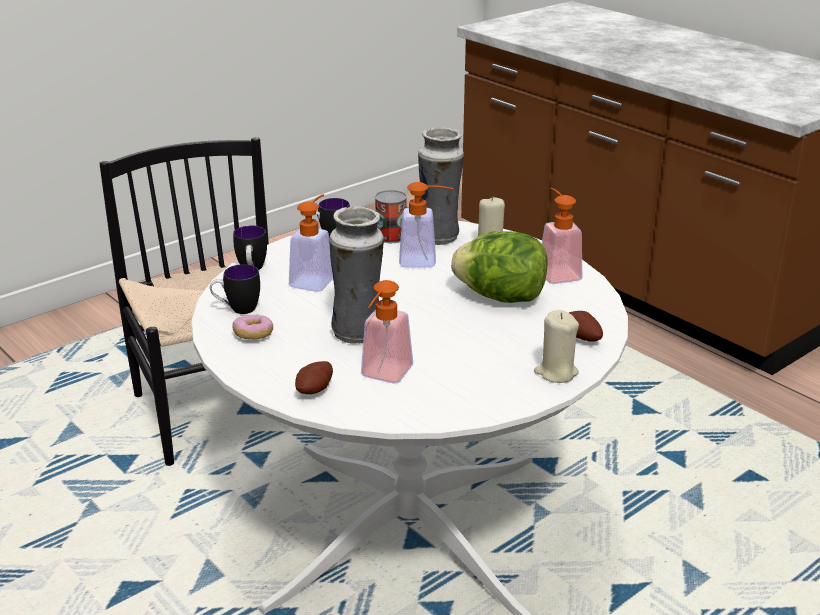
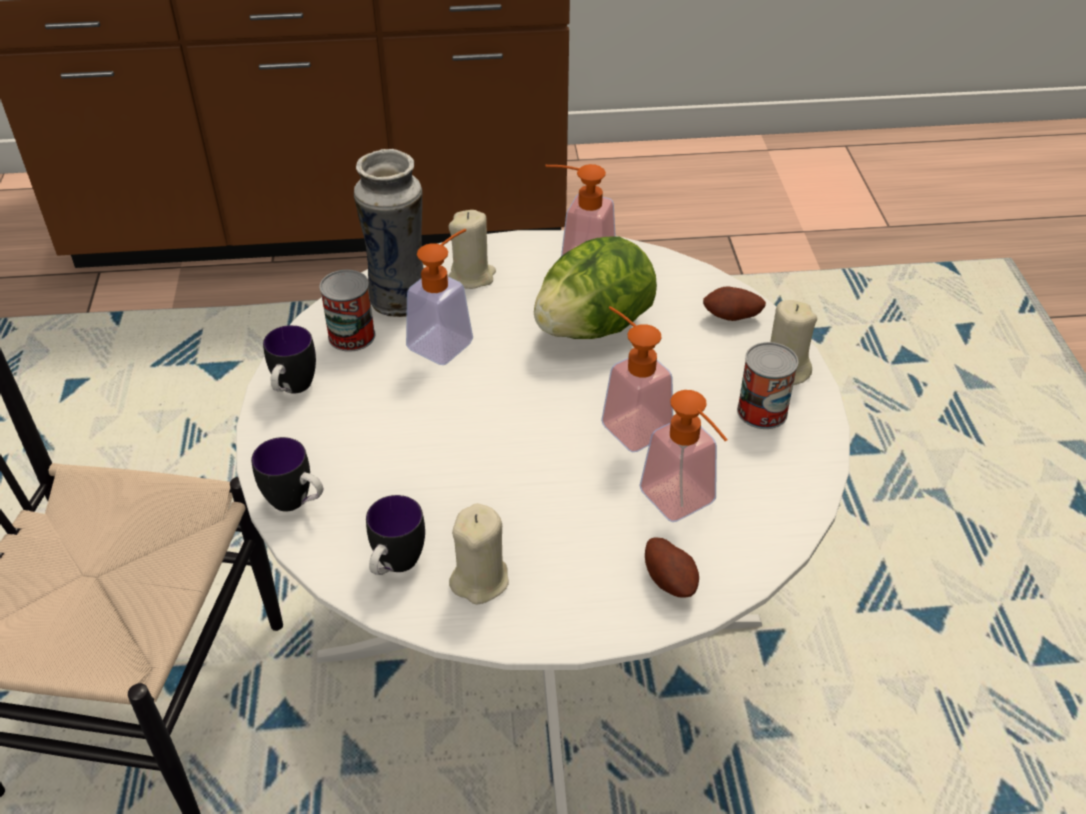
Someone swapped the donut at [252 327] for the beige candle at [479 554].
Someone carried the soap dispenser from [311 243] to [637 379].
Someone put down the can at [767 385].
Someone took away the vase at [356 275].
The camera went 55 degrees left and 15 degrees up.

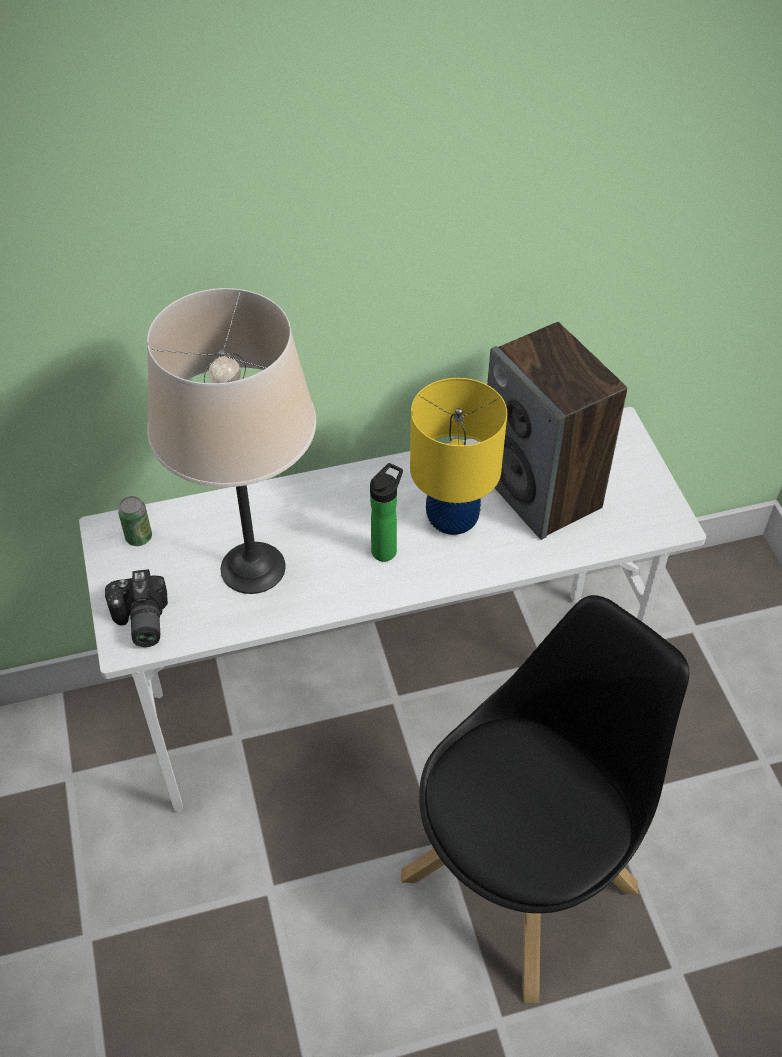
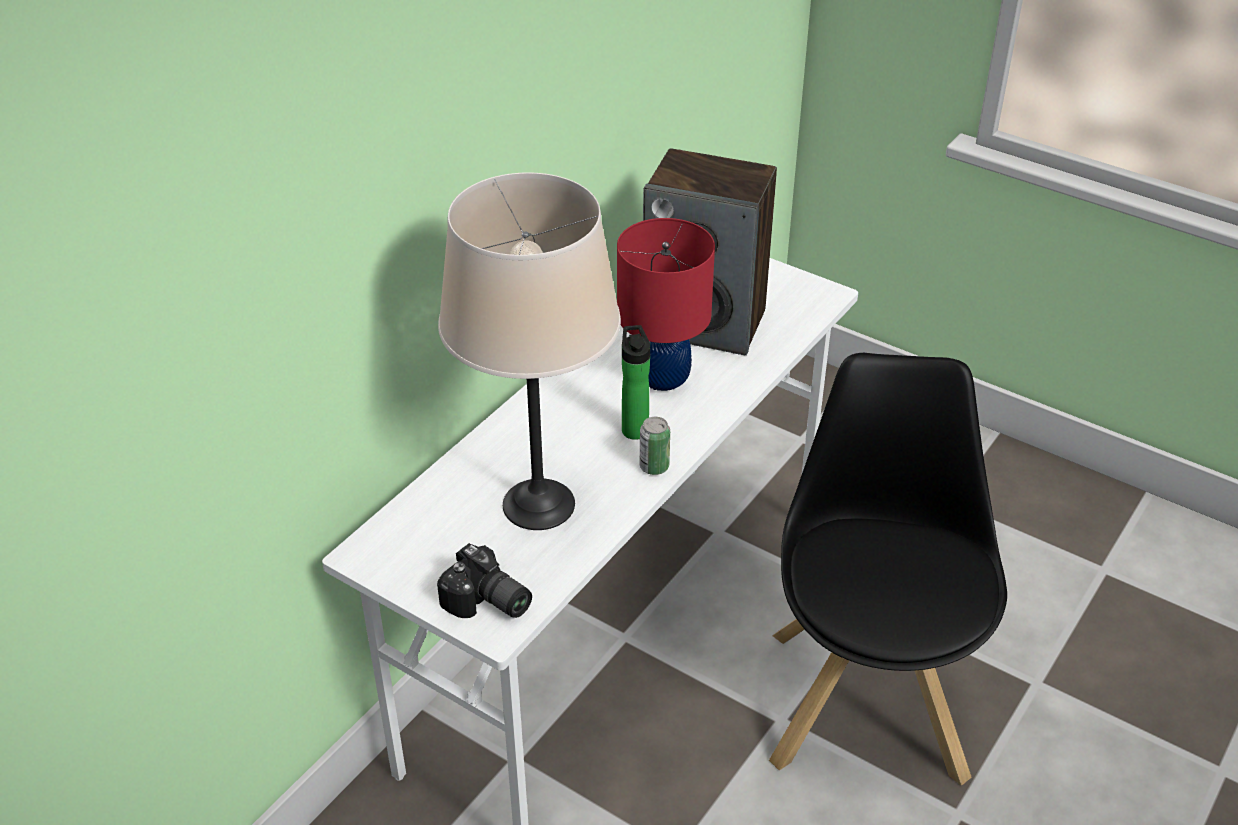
Someone repainted the yellow table lamp at [458 456], which became the red table lamp at [666 304].
Someone carried the can from [135 521] to [655 446].
The camera went 40 degrees left and 10 degrees down.

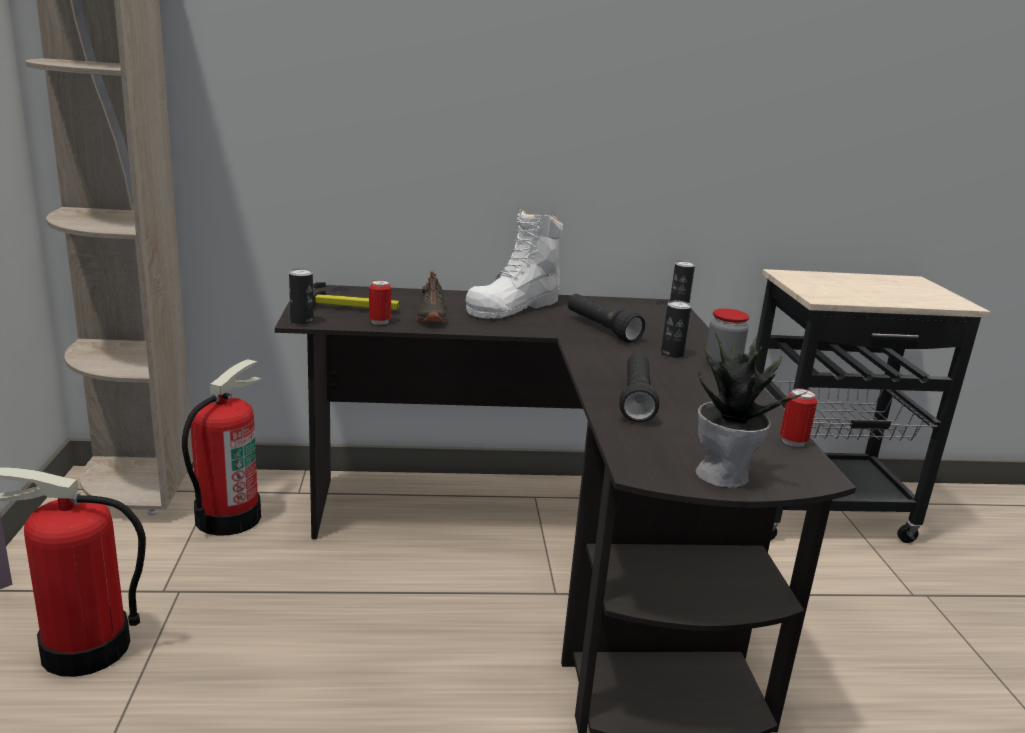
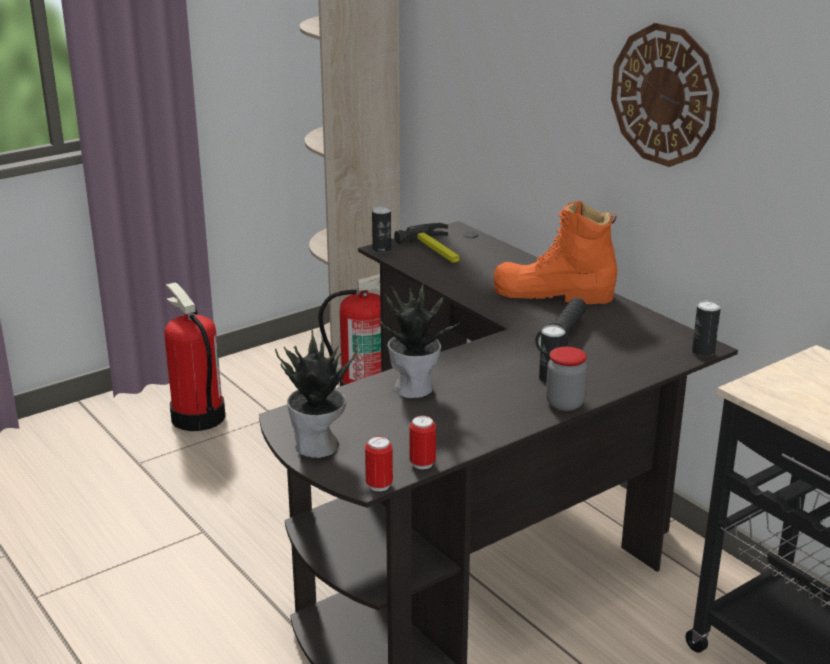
Someone carried the can from [380 302] to [379 463].
Someone swapped the black flashlight at [639 387] for the potted plant at [420 339].
Someone repainted the white boot at [514 264], which became the orange boot at [555 252].
Someone put up the wall clock at [665 95].
Someone took away the black shoe at [431 295].
The camera went 60 degrees right and 5 degrees up.

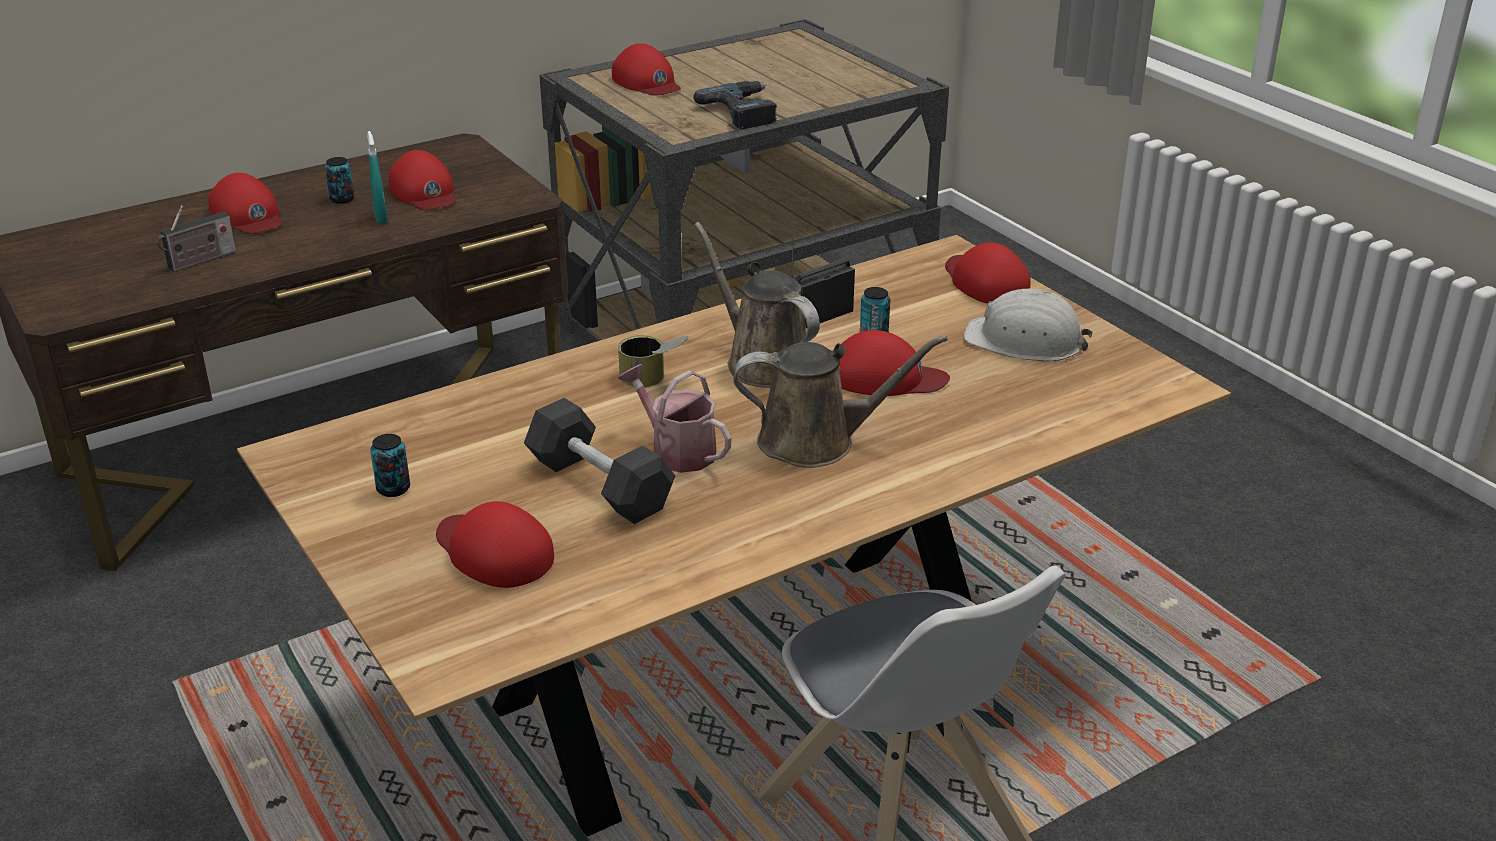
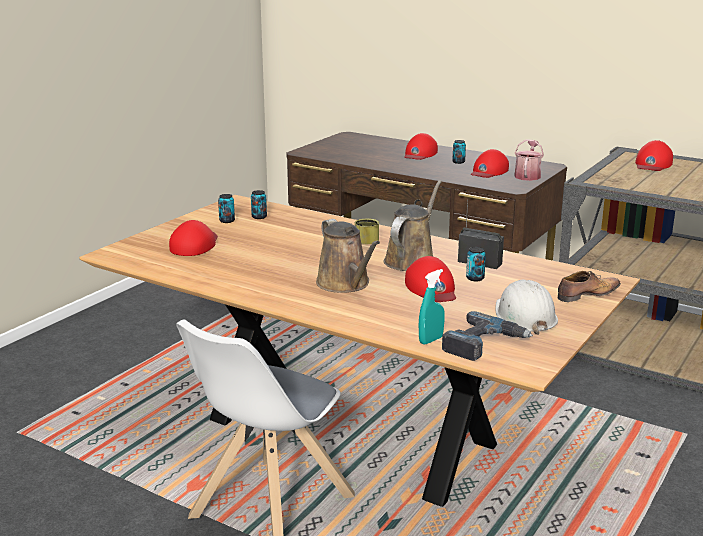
Someone put down the can at [259 204].
Someone carried the turquoise spray bottle from [377 177] to [432 306].
Someone carried the power drill from [735 105] to [487 336].
Someone carried the watering can from [675 418] to [529 160].
Someone swapped the red cap at [988 272] for the shoe at [589 286].
Someone took away the radio at [196 238].
Someone took away the grey dumbbell at [599 461].
The camera went 65 degrees right and 10 degrees down.

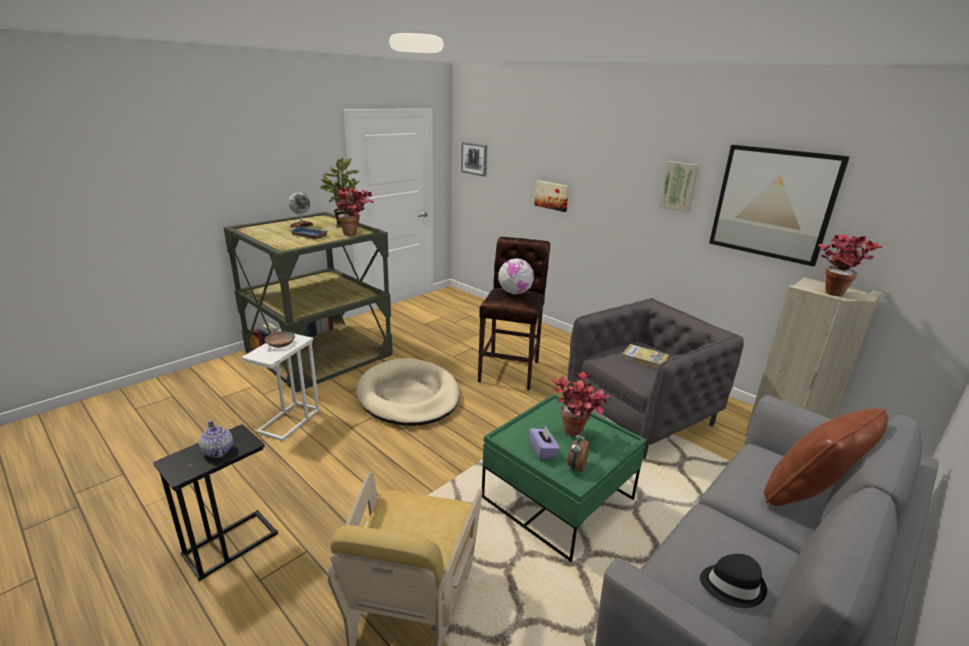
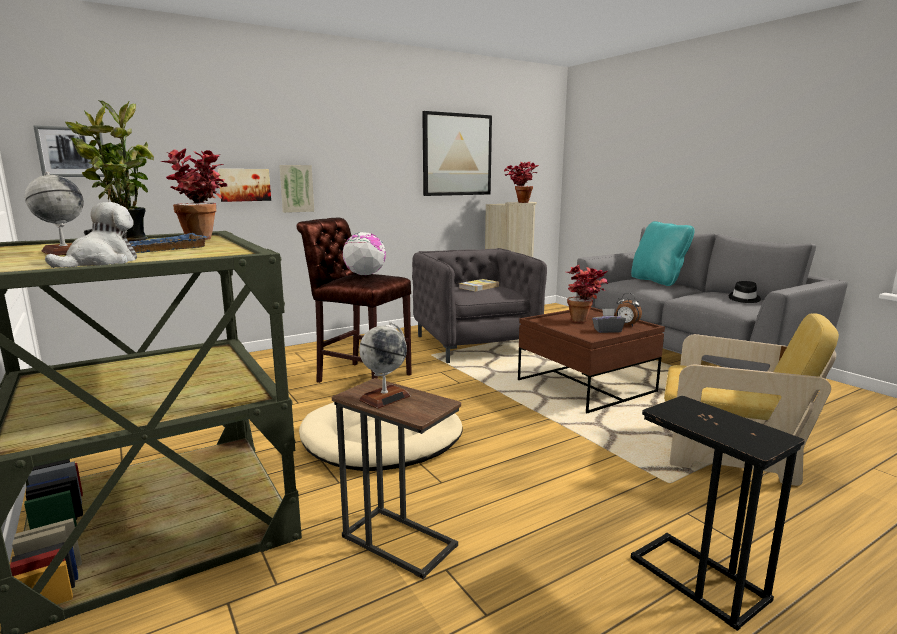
Someone put down the plush toy at [91 235].
Someone carried the picture from [679 187] to [296 189].
Someone repainted the white side table at [280 387], which became the brown side table at [396 478].
Someone swapped the brown bowl at [280 340] for the globe at [384 365].
Someone repainted the green coffee table at [564 478], which became the brown coffee table at [591 360].
Someone repainted the purple tissue box at [544 443], which became the grey tissue box at [609 320].
Someone repainted the brown pillow at [826 457], which became the turquoise pillow at [663 253].
Someone took away the teapot at [216 439].
The camera went 75 degrees left and 10 degrees down.

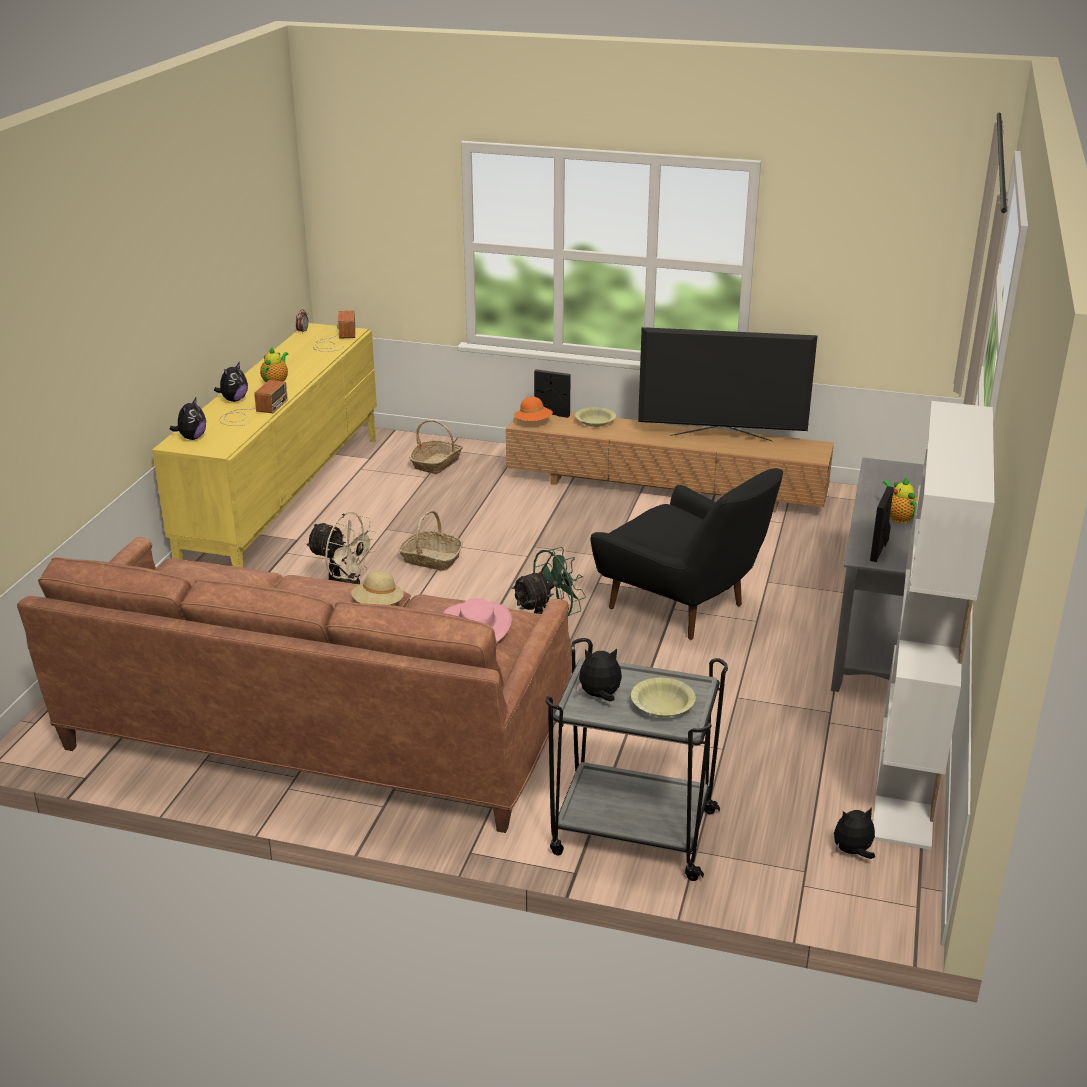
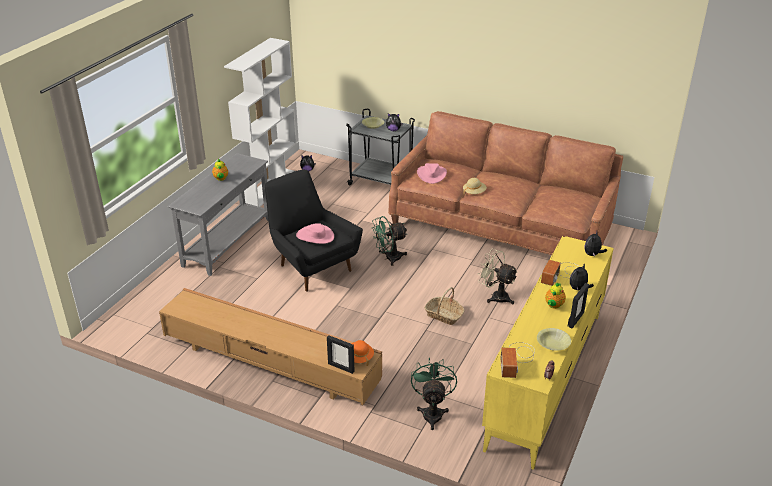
Someone put down the pink hat at [315 233].
Someone swapped the basket at [436 447] for the green fan at [434 394].
Someone carried the yellow bowl from [595 417] to [554 339].
Someone carried the picture frame from [882 524] to [578 306].
Someone took away the television at [728 384].
The camera went 170 degrees left and 5 degrees up.

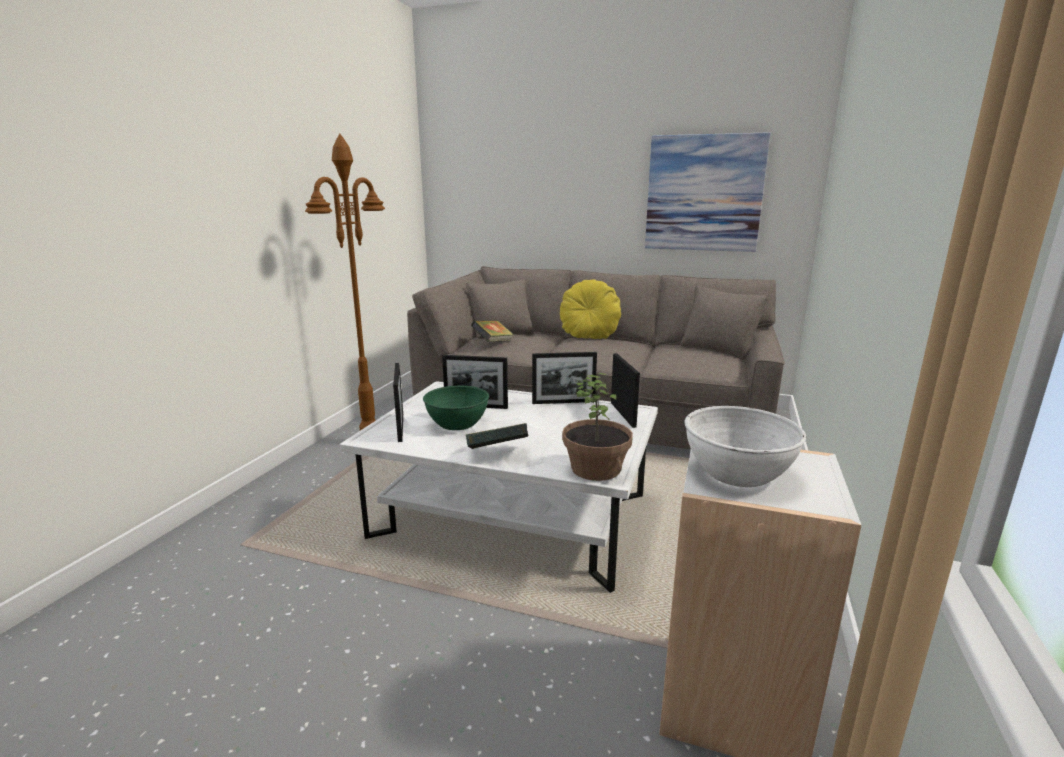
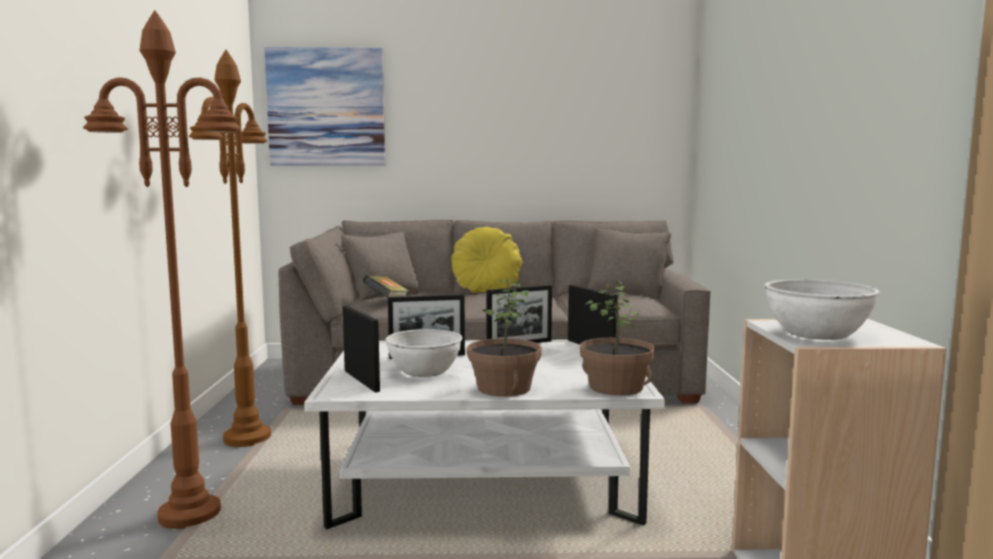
Someone put down the brown floor lamp at [162 269].
Someone carried the picture from [707 192] to [324 106].
Someone repainted the green bowl at [456 407], which became the white bowl at [424 353].
Someone swapped the book at [497 436] for the potted plant at [504 338].
The camera went 20 degrees left and 10 degrees down.

